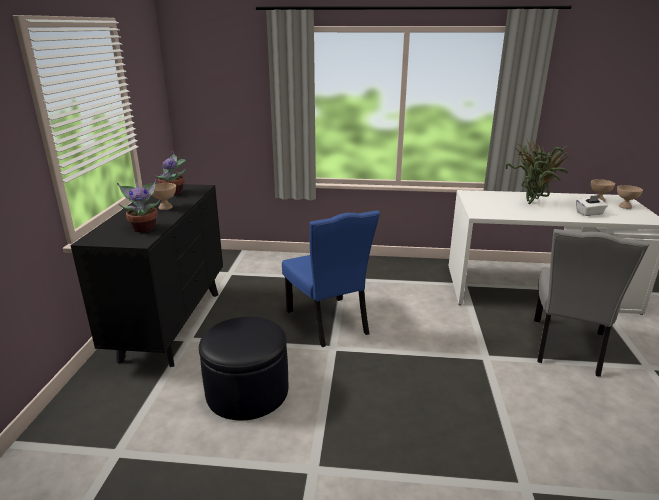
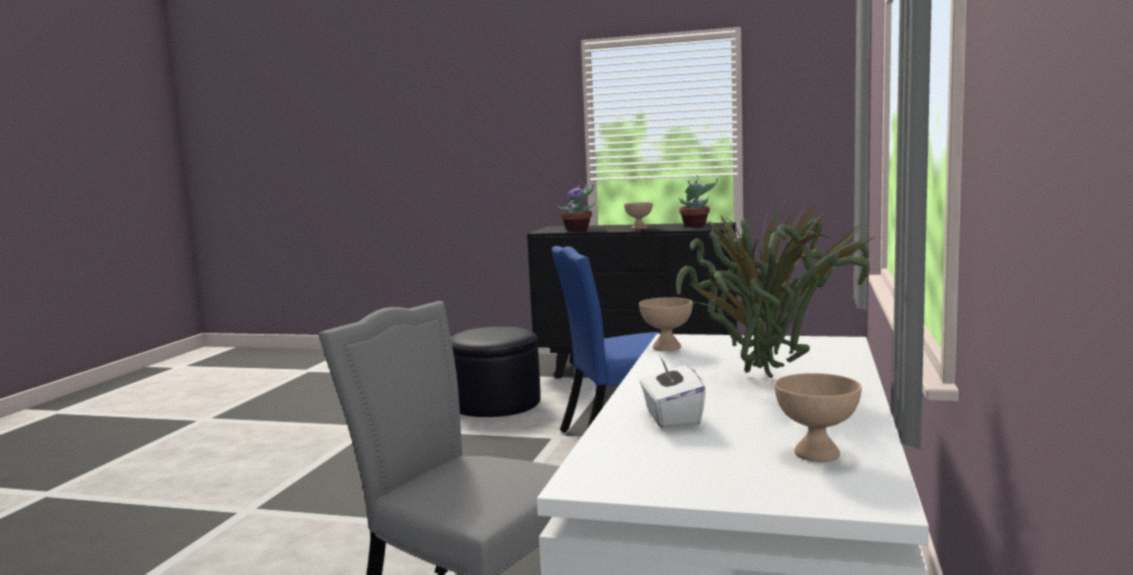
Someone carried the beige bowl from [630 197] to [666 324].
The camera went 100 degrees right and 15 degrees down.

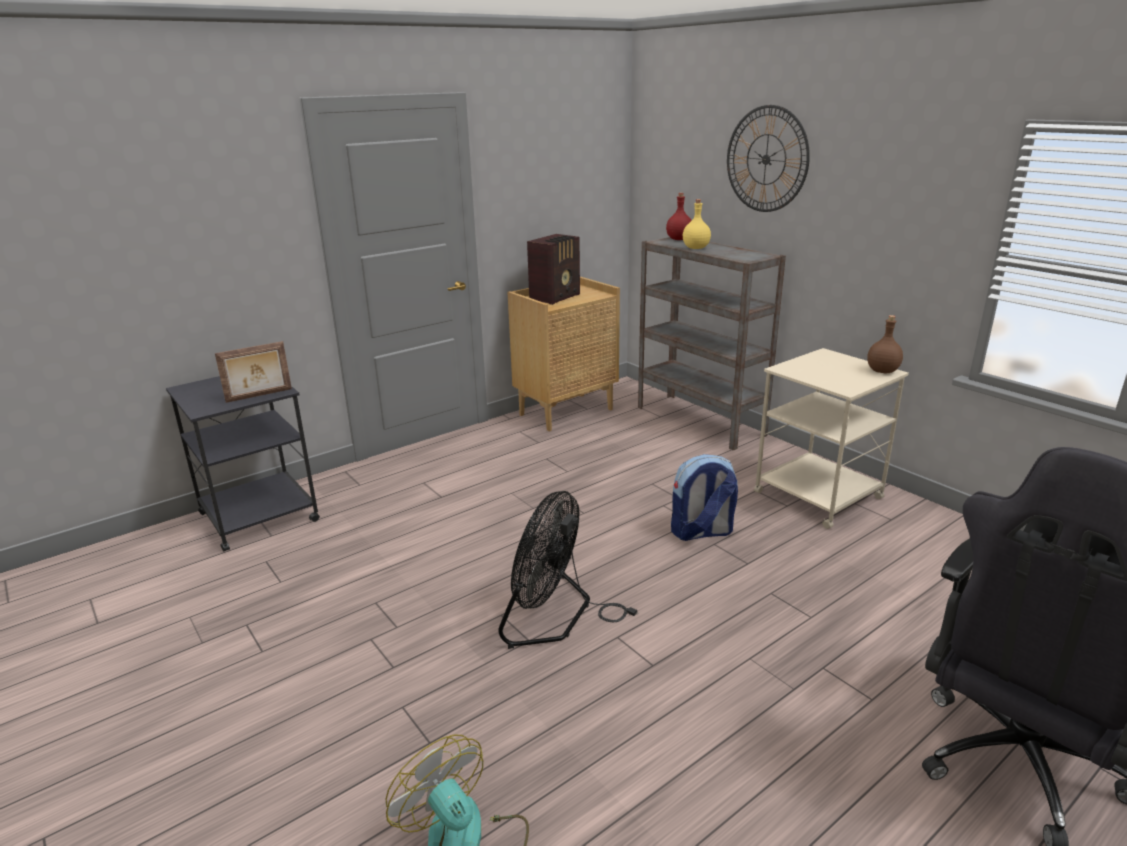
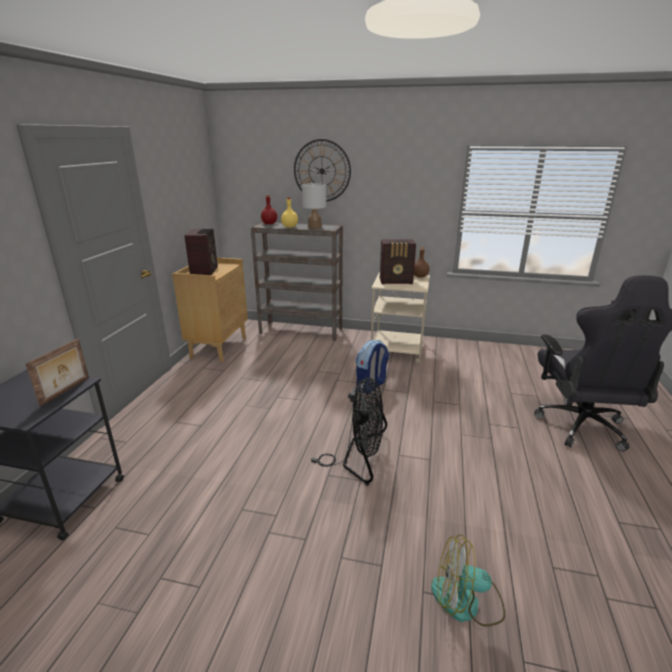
Someone put down the grey table lamp at [314 206].
Someone rotated the black fan at [568 570] by 150 degrees counterclockwise.
Someone put down the radio at [398 261].
The camera went 40 degrees left and 0 degrees up.

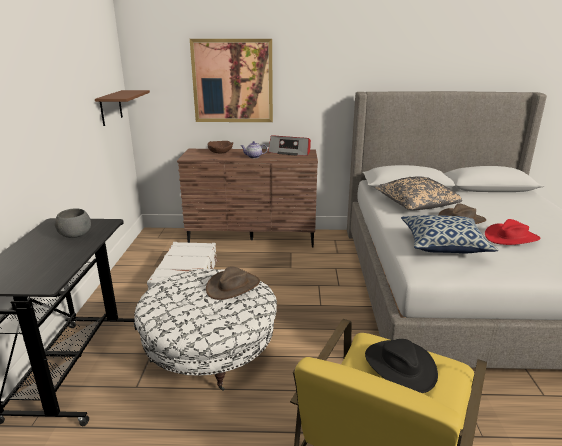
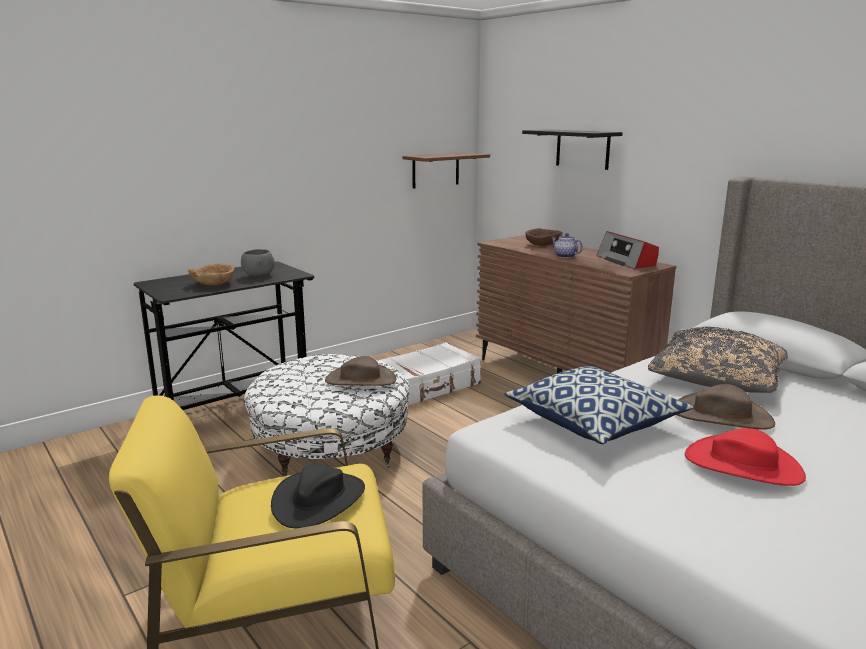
Someone put down the brown bowl at [211 274].
Someone swapped the picture at [231 80] for the black shelf at [572 149].
The camera went 50 degrees right and 5 degrees down.

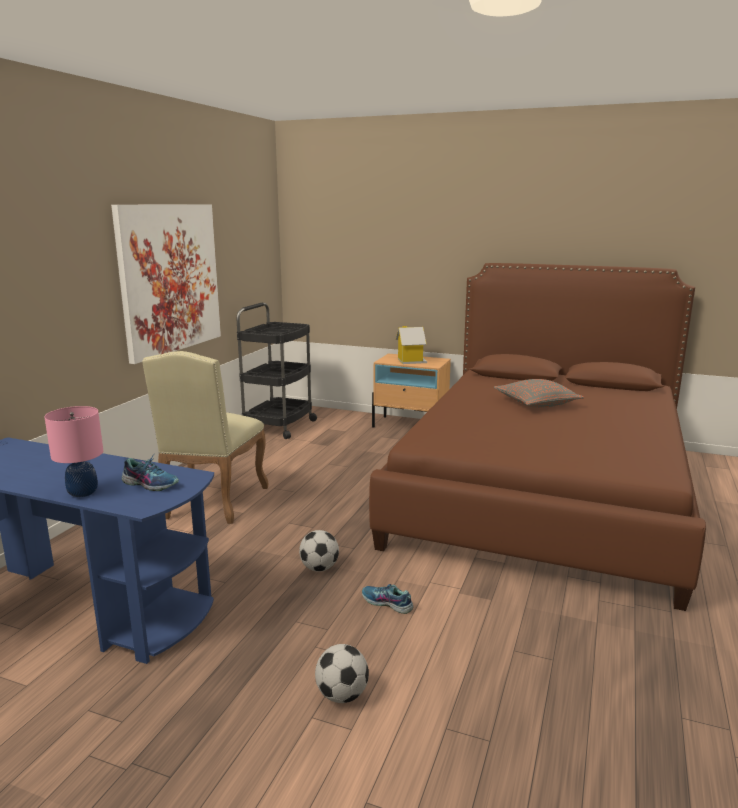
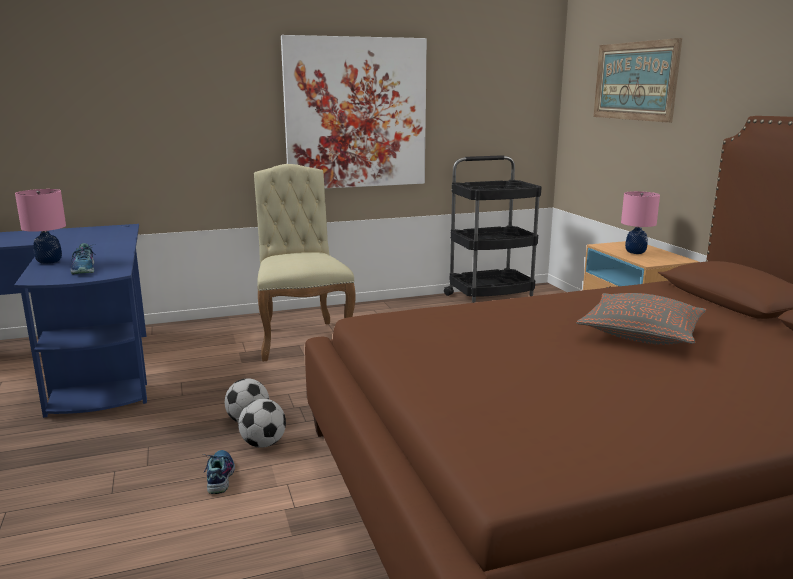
Someone carried the football from [342 673] to [262 423].
Someone rotated the beige chair at [205 437] by 105 degrees clockwise.
Someone put up the picture at [637 80].
Someone swapped the toy house at [411 345] for the pink table lamp at [640 222].
The camera went 50 degrees right and 0 degrees up.

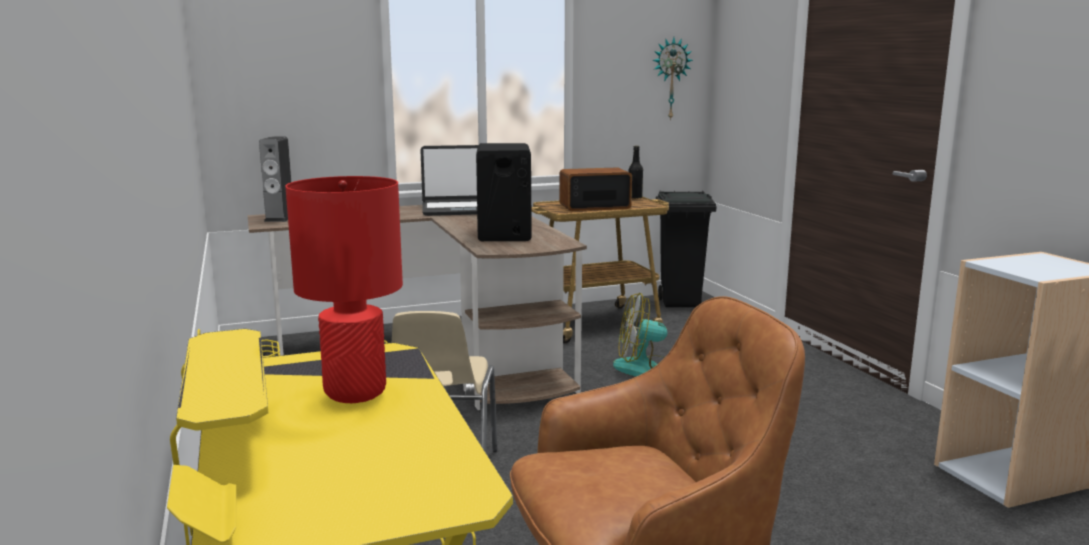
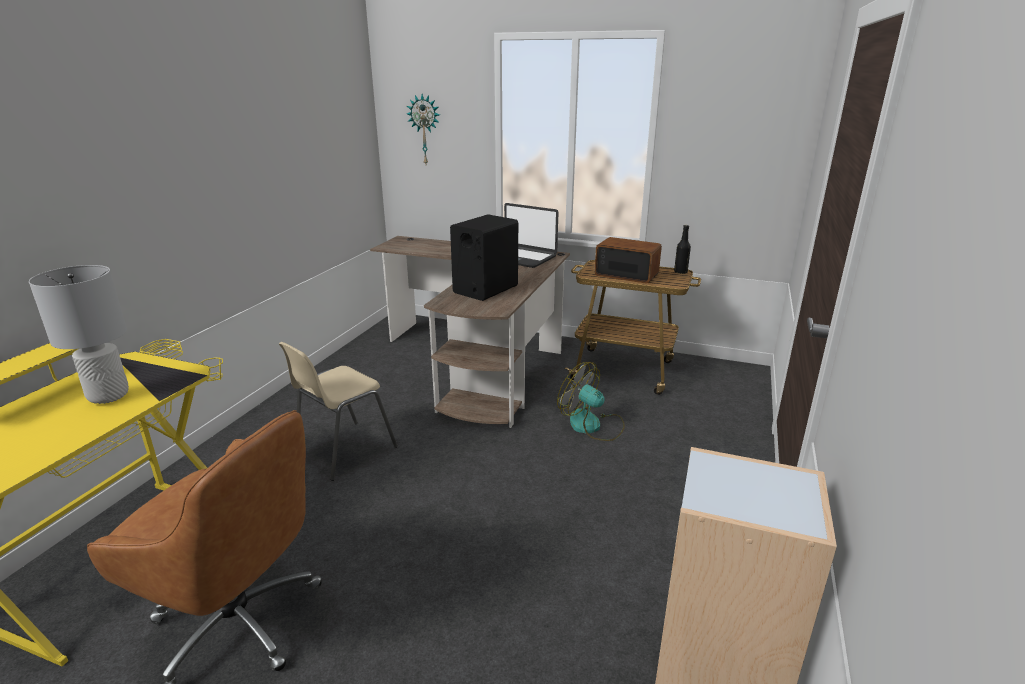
Someone repainted the red table lamp at [344 289], which became the grey table lamp at [79 334].
Someone carried the wall clock from [672 79] to [423 129].
Someone took away the speaker at [275 179].
Someone took away the black trash can at [686 249].
The camera went 40 degrees right and 10 degrees up.

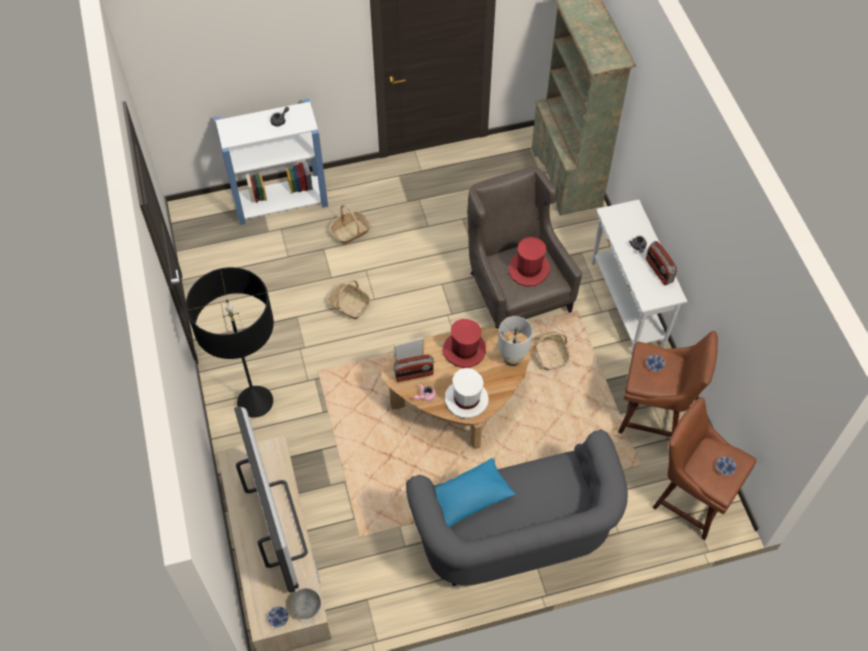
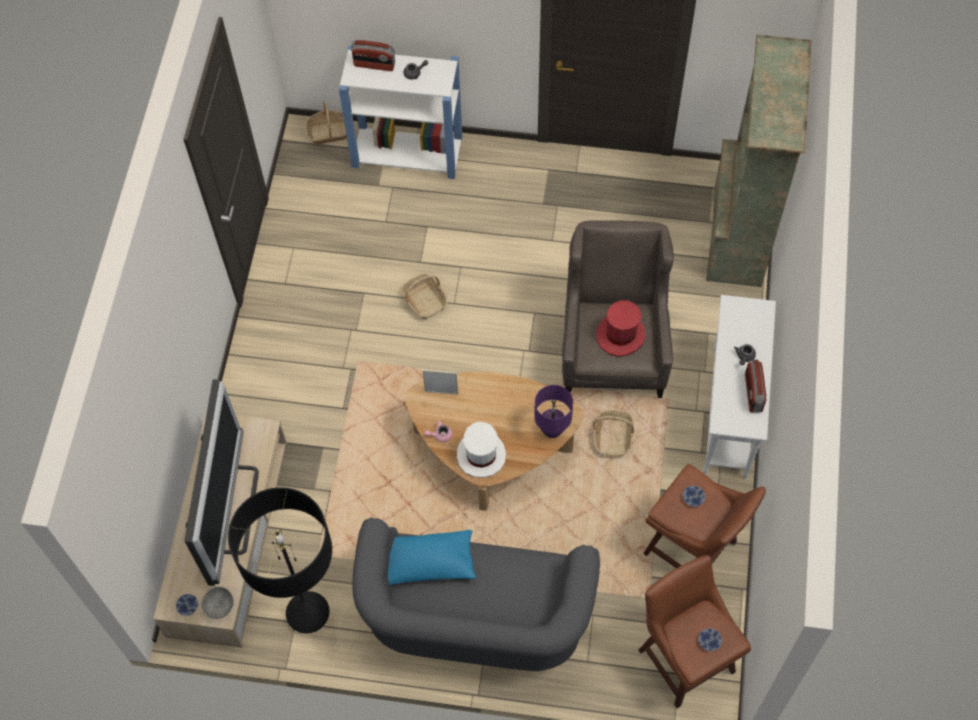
Someone carried the black floor lamp from [230 342] to [280 560].
Someone carried the basket from [350 225] to [326 122].
Someone carried the radio from [413 368] to [373 55].
Someone repainted the white table lamp at [515 341], which became the purple table lamp at [553 411].
Someone took away the red hat at [464 343].
The camera went 25 degrees right and 5 degrees up.

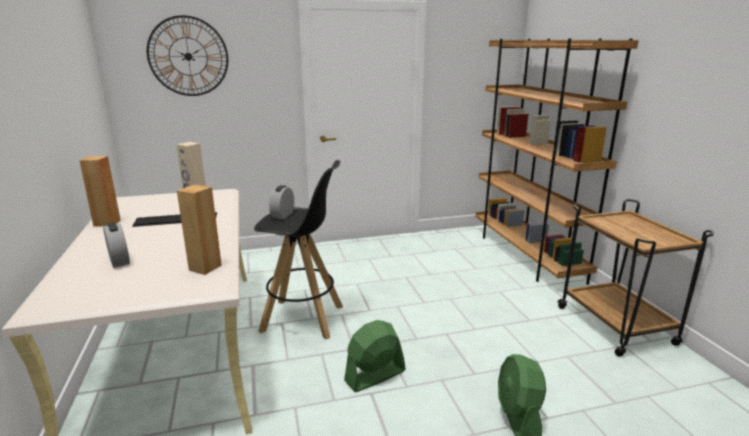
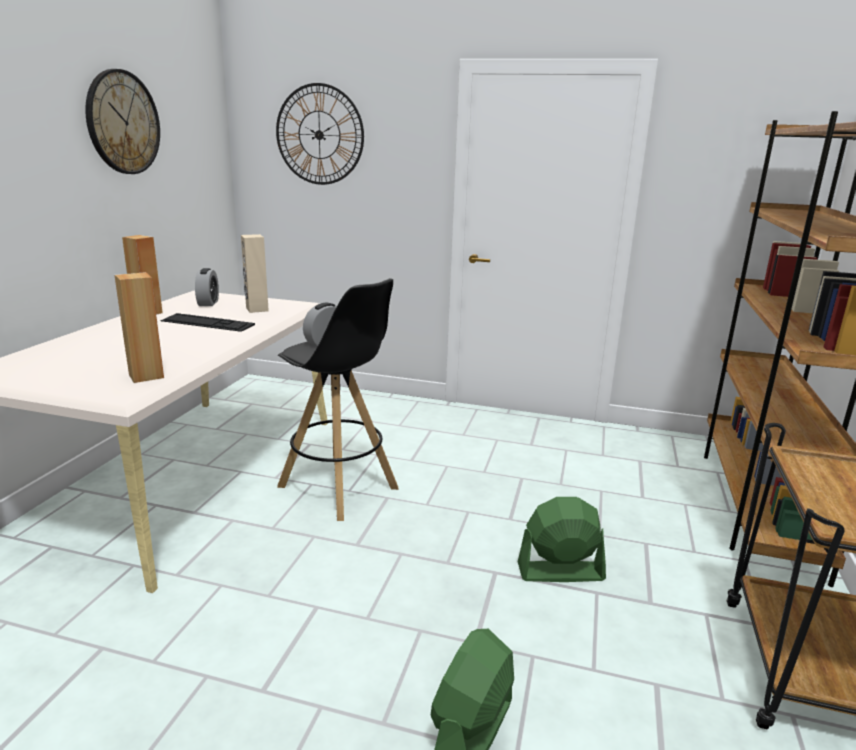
Someone put up the wall clock at [122 121].
Someone carried the alarm clock from [116 245] to [207 287].
Someone carried the green fan from [374 356] to [562 539].
The camera went 30 degrees right and 0 degrees up.

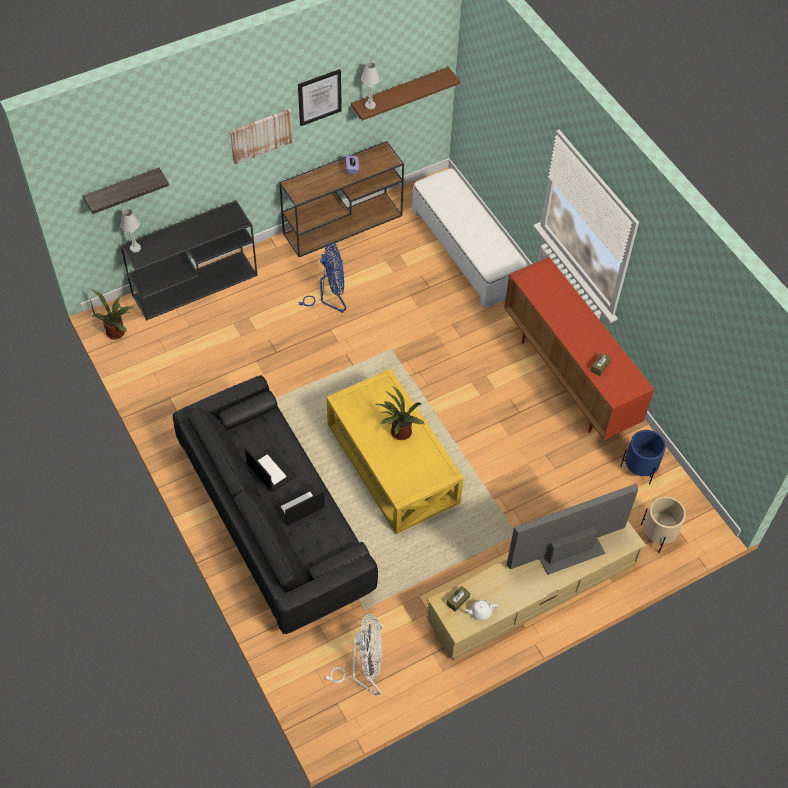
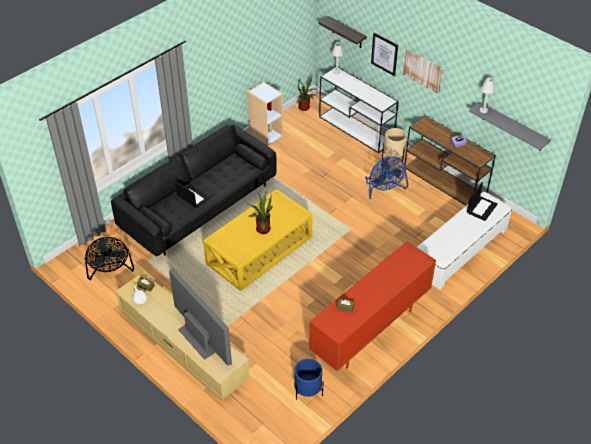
Someone repainted the white fan at [354 655], which became the black fan at [109 258].
Someone put down the bookcase at [265 114].
Someone repainted the black console table at [189 260], which became the white console table at [359 110].
Someone carried the picture from [320 97] to [384 54].
Someone carried the beige planter from [663 524] to [394 144].
Someone carried the laptop from [271 469] to [482 201].
Someone repainted the brown shelf at [405 94], which became the grey shelf at [510 126].
The camera went 75 degrees right and 10 degrees down.

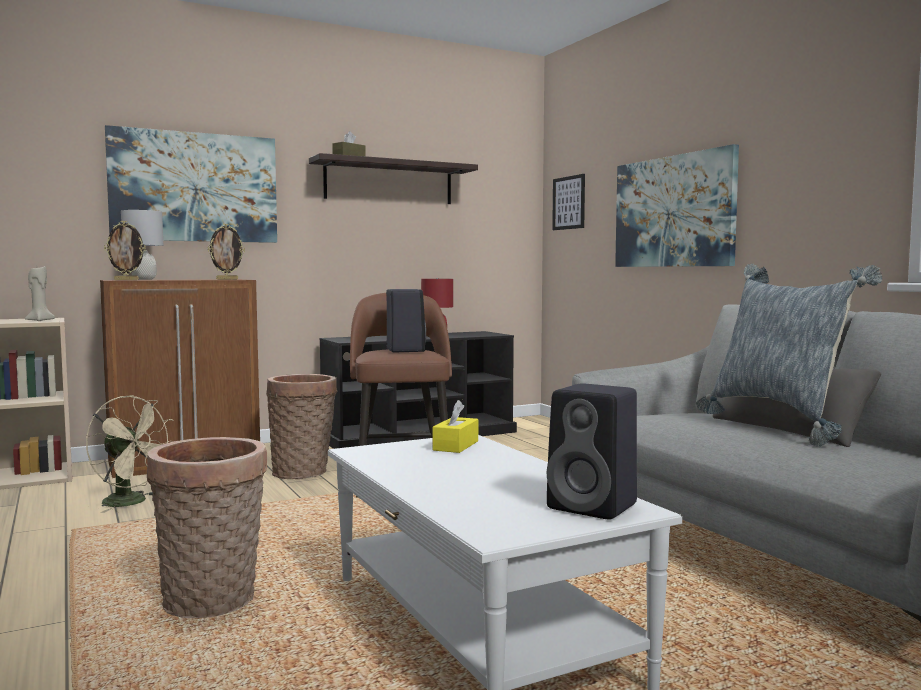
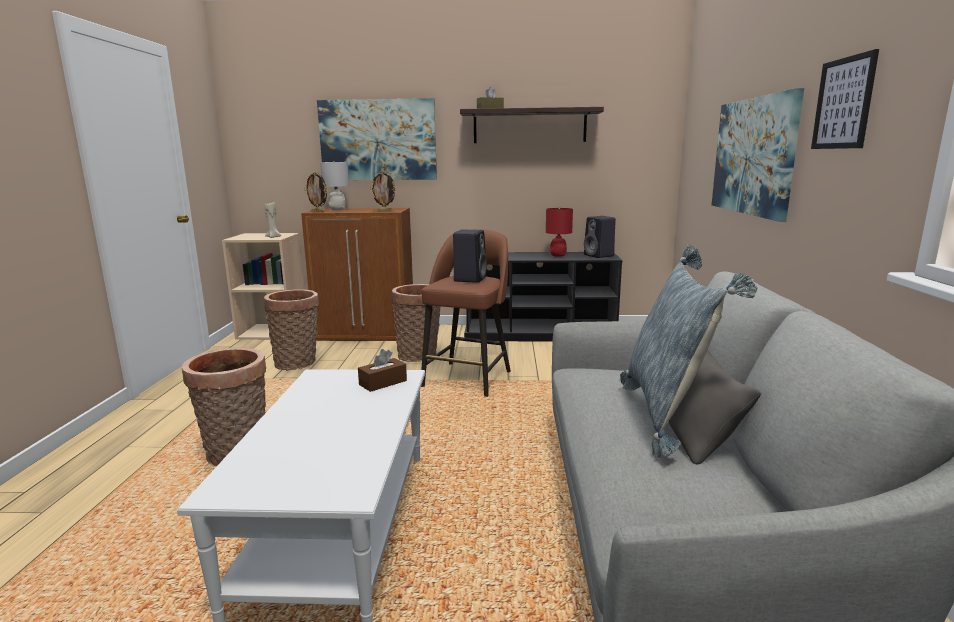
Someone swapped the beige fan at [130 454] for the basket at [291 329].
Someone repainted the yellow tissue box at [455 426], which became the brown tissue box at [382 370].
Someone carried the black speaker from [592 451] to [600 237].
Someone carried the picture from [568 202] to [845 99].
The camera went 30 degrees right and 10 degrees up.

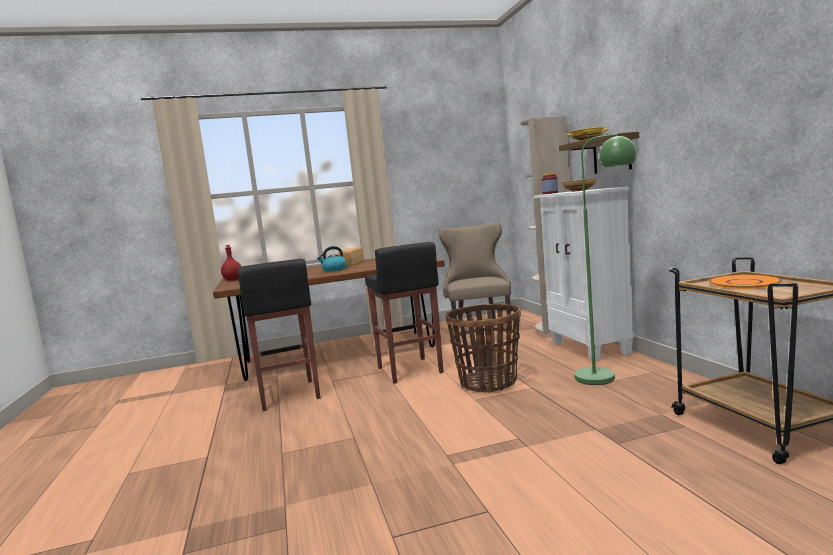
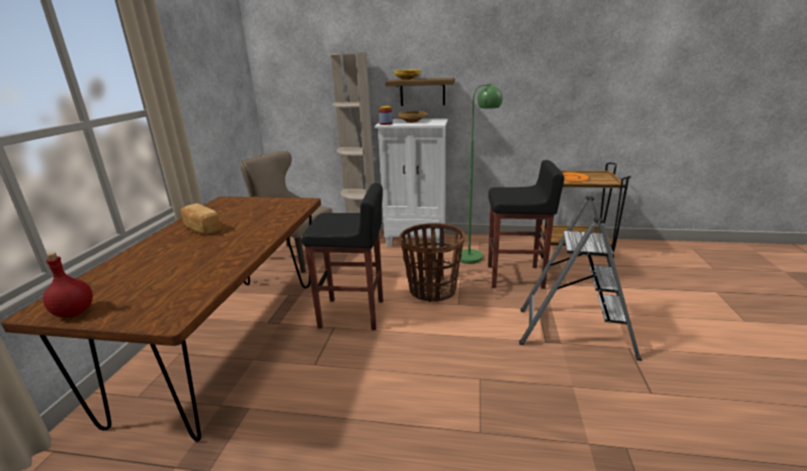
Someone carried the black stool from [278 335] to [526 224].
Someone put down the grey step ladder at [580 278].
Someone took away the kettle at [332 259].
The camera went 65 degrees left and 15 degrees up.

